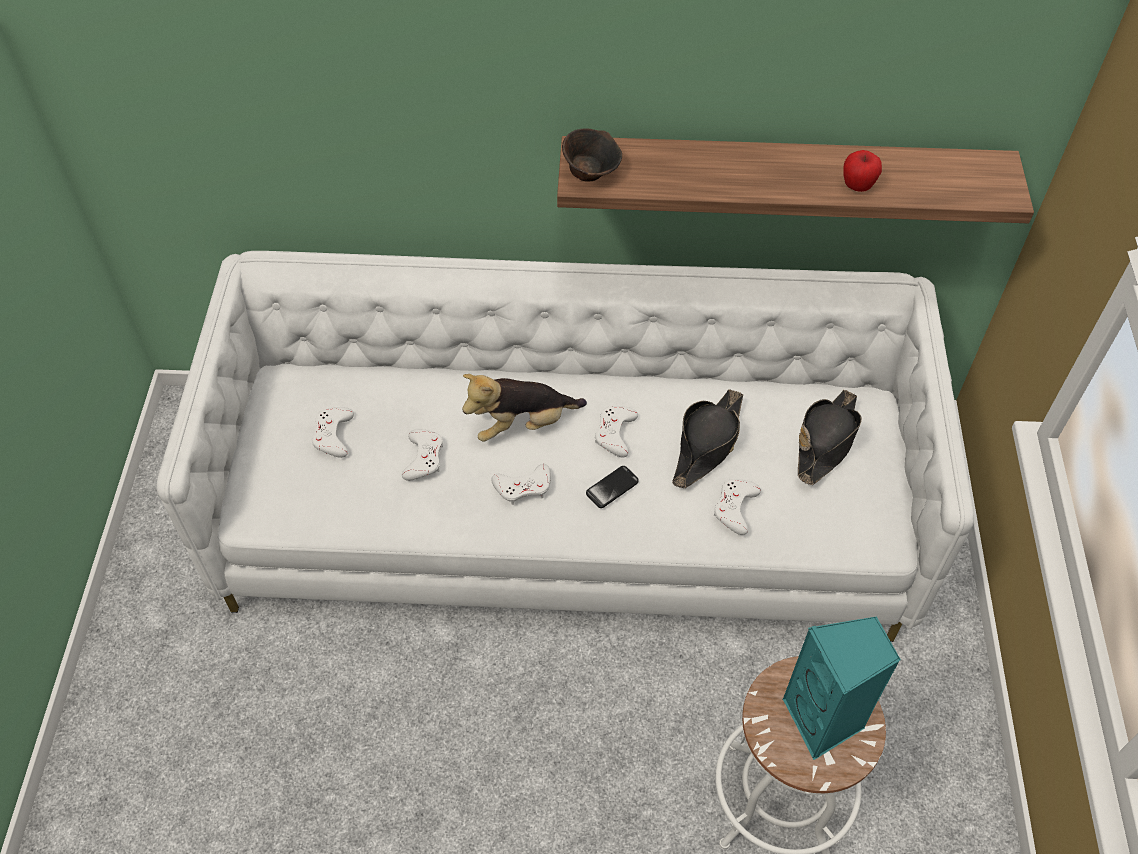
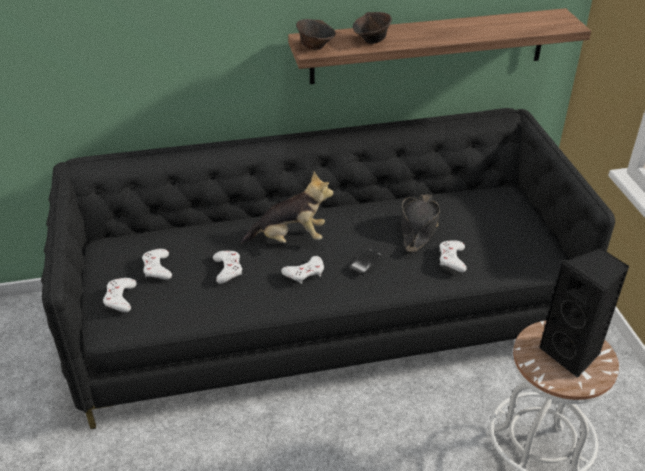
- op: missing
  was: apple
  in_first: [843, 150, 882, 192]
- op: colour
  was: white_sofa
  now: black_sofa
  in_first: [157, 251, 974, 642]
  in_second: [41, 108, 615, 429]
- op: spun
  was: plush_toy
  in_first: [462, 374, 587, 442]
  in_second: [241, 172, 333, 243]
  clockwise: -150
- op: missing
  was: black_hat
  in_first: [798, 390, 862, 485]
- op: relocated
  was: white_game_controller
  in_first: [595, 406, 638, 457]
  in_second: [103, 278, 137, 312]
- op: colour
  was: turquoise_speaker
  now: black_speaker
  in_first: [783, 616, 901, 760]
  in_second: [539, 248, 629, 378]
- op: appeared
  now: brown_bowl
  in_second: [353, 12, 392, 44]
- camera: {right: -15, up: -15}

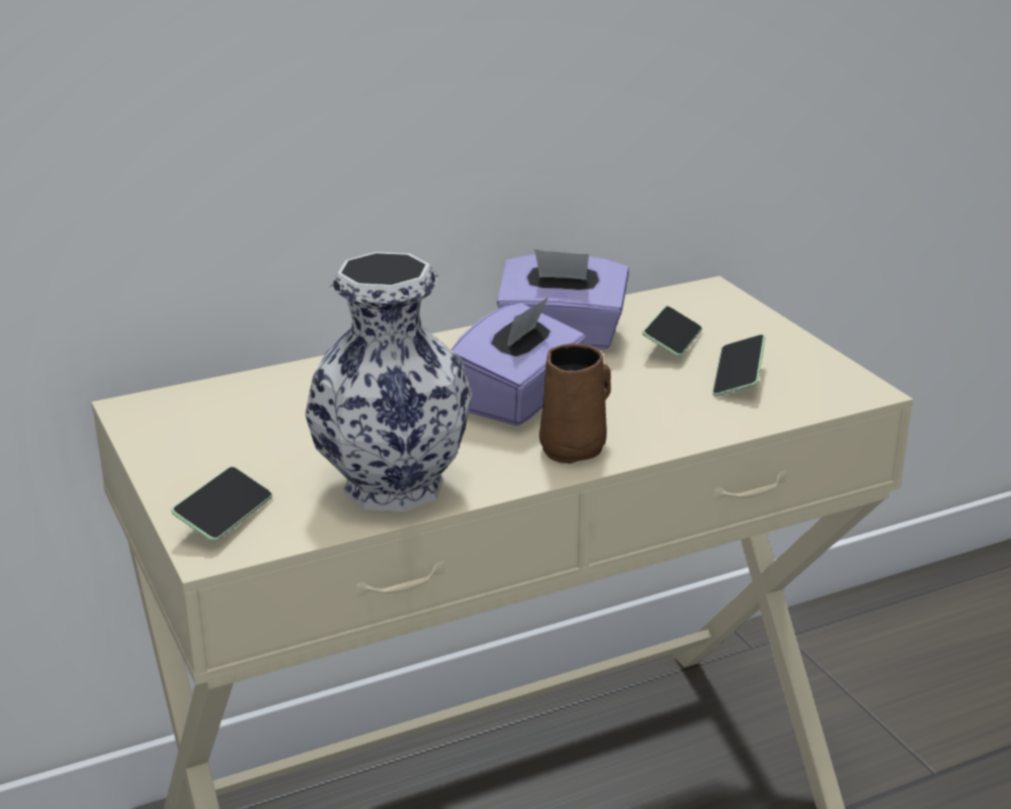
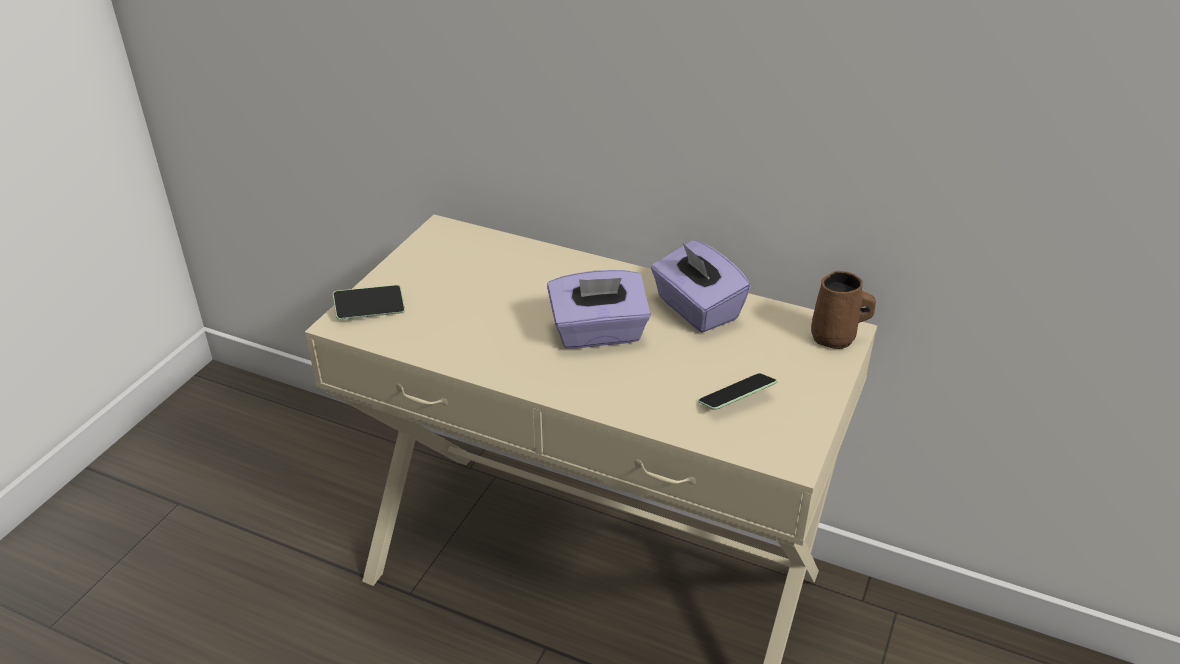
- op: missing
  was: vase
  in_first: [305, 252, 472, 512]
- op: missing
  was: phone
  in_first: [642, 306, 702, 357]
- op: relocated
  was: brown_mug
  in_first: [539, 344, 611, 463]
  in_second: [811, 271, 876, 349]
- camera: {right: 50, up: 10}

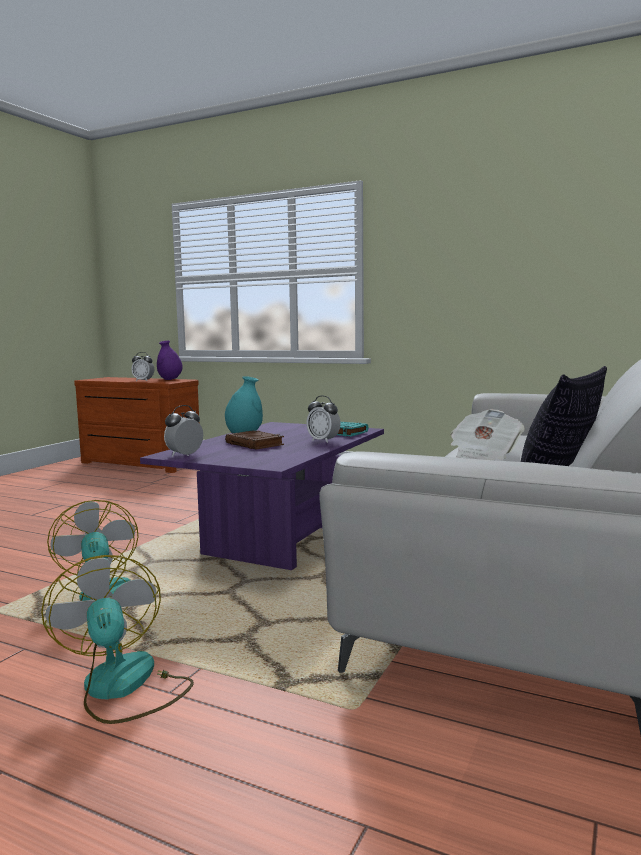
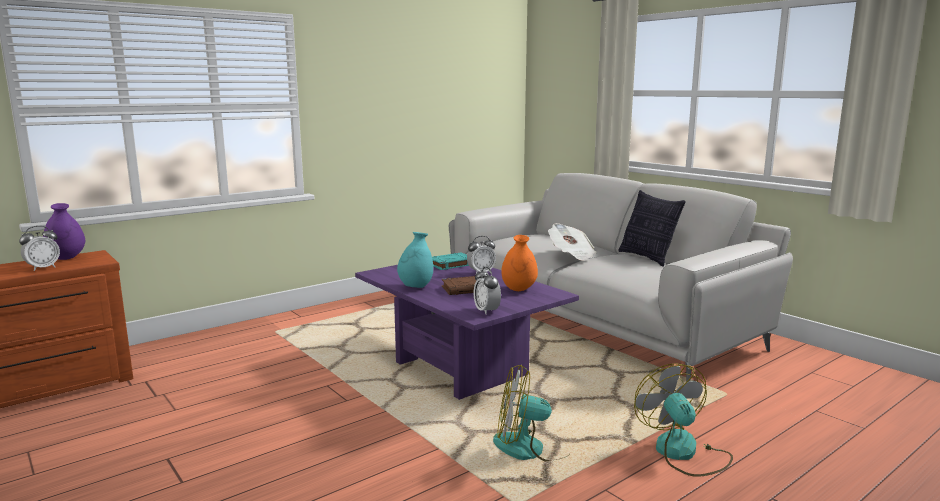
- op: spun
  was: fan
  in_first: [41, 555, 194, 724]
  in_second: [634, 363, 733, 477]
  clockwise: 75
- op: appeared
  now: orange_vase
  in_second: [501, 235, 538, 291]
- camera: {right: -65, up: 5}

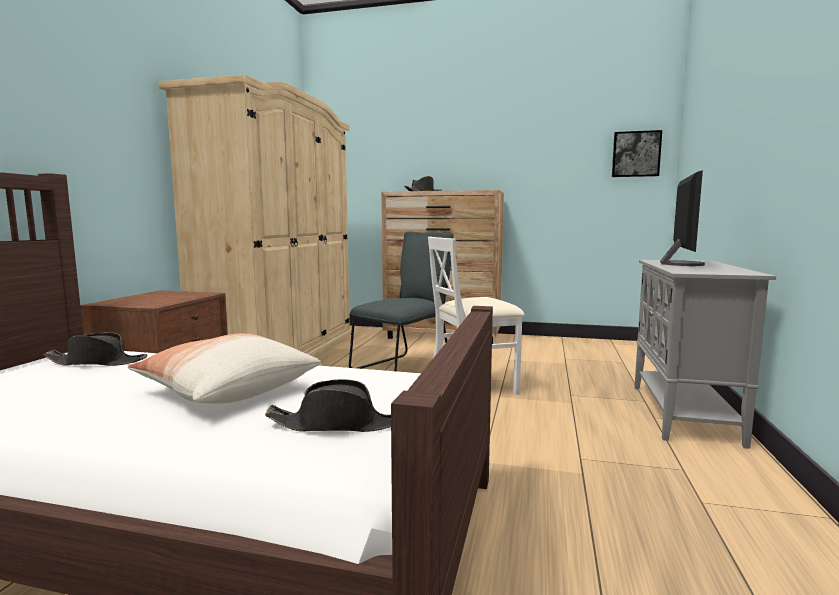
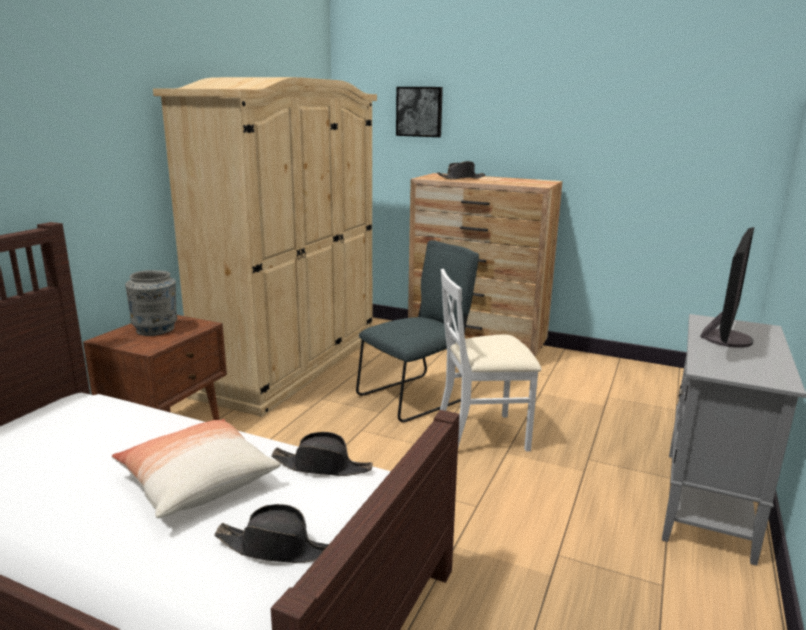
- op: relocated
  was: picture
  in_first: [612, 130, 662, 177]
  in_second: [396, 87, 443, 137]
- op: relocated
  was: black_hat
  in_first: [43, 332, 148, 366]
  in_second: [272, 432, 373, 476]
- op: appeared
  now: grey_vase
  in_second: [125, 270, 177, 336]
- camera: {right: 10, up: 10}

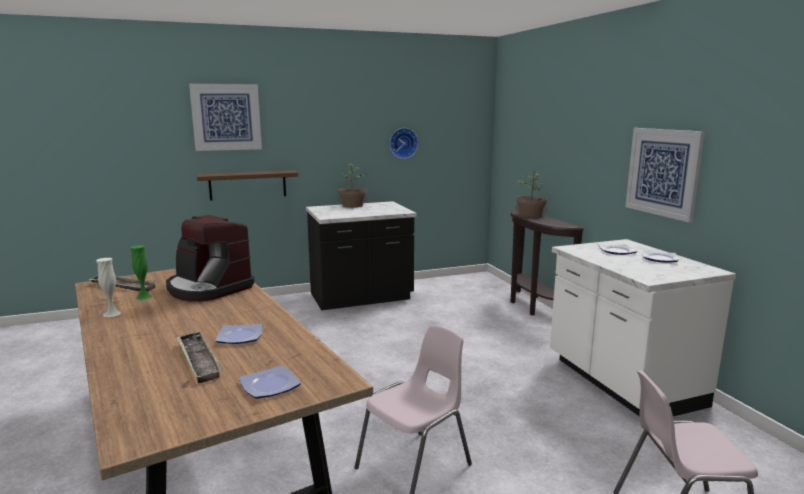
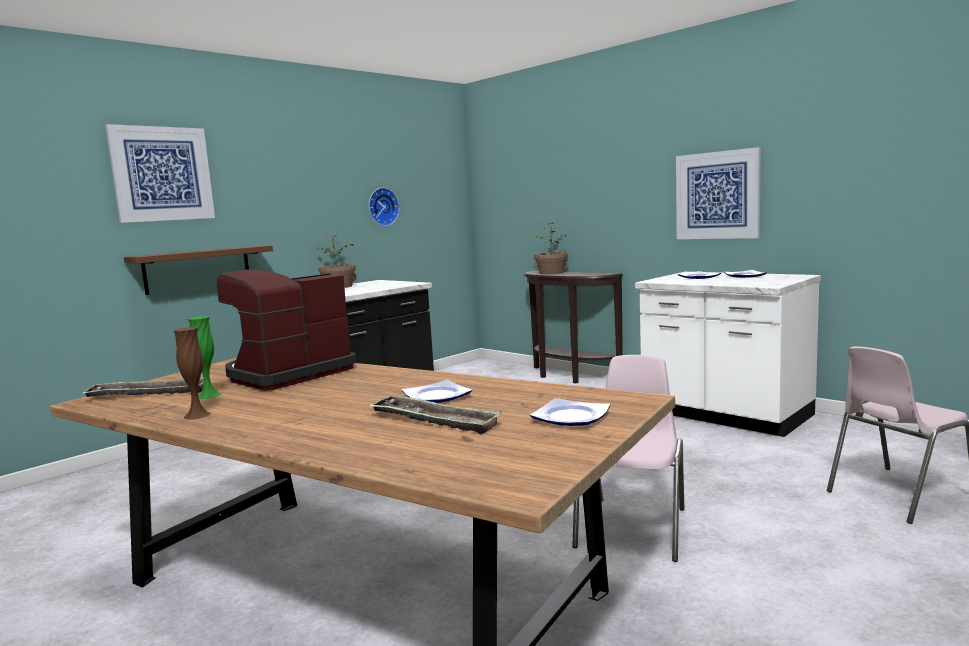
- op: spun
  was: coffee_machine
  in_first: [166, 215, 255, 302]
  in_second: [217, 269, 356, 391]
  clockwise: 120
- op: colour
  was: white_vase
  now: brown_vase
  in_first: [96, 258, 121, 317]
  in_second: [173, 327, 211, 420]
- camera: {right: -25, up: -5}

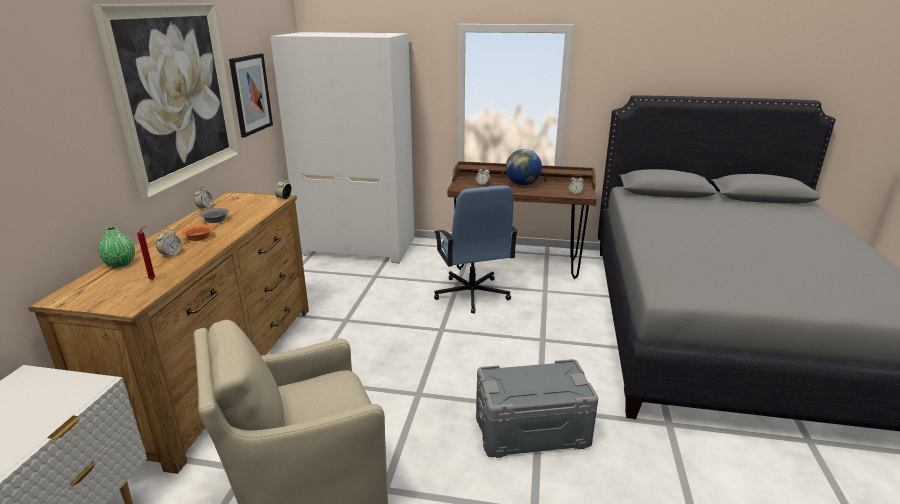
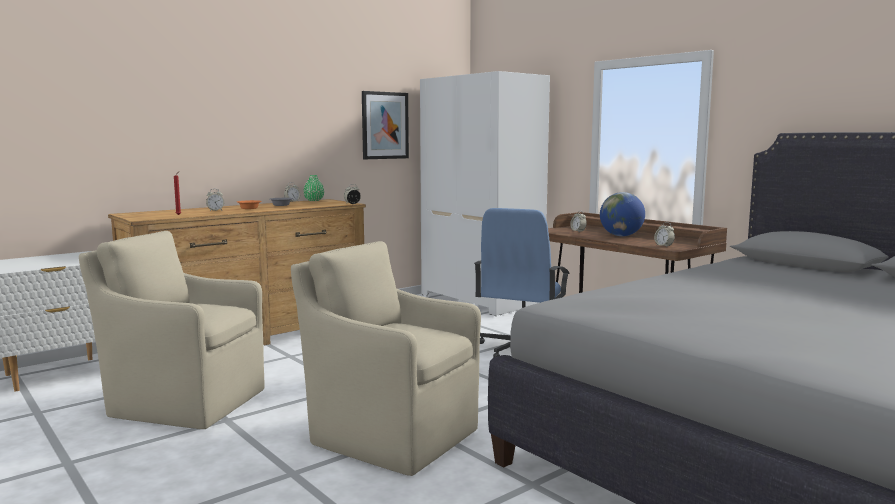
- op: missing
  was: picture
  in_first: [92, 3, 240, 200]
- op: relocated
  was: green_vase
  in_first: [99, 226, 135, 267]
  in_second: [304, 175, 324, 201]
- op: exchanged
  was: grey_storage_box
  now: beige_armchair
  in_first: [476, 359, 598, 458]
  in_second: [291, 241, 481, 476]
- camera: {right: 40, up: -15}

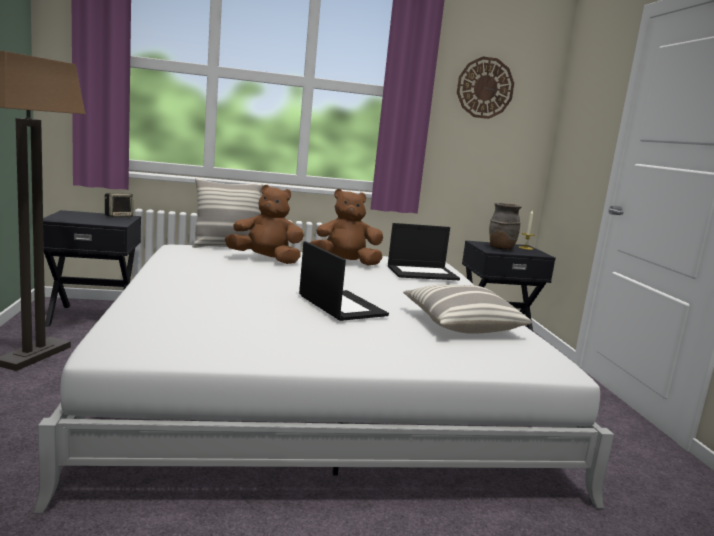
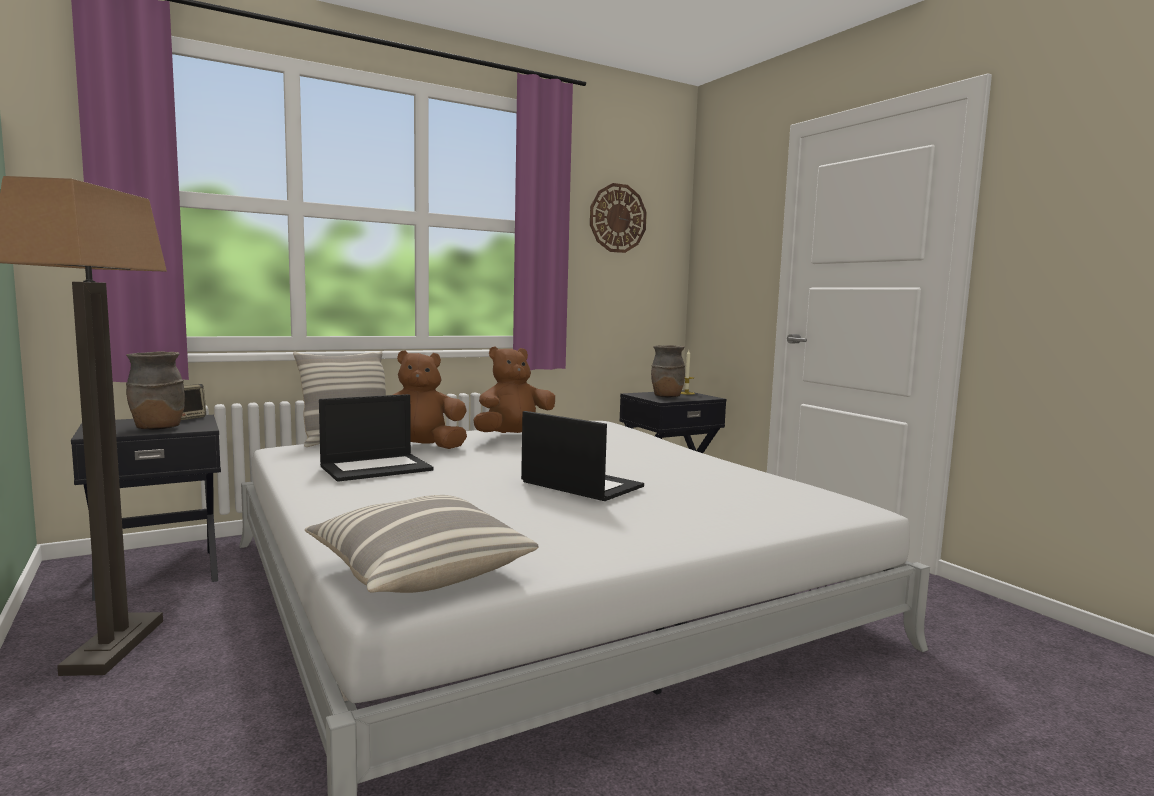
- op: relocated
  was: laptop
  in_first: [388, 223, 460, 280]
  in_second: [319, 394, 434, 482]
- op: relocated
  was: pillow
  in_first: [403, 285, 532, 334]
  in_second: [305, 495, 538, 593]
- op: appeared
  now: brown_vase
  in_second: [126, 351, 185, 430]
- camera: {right: -20, up: -5}

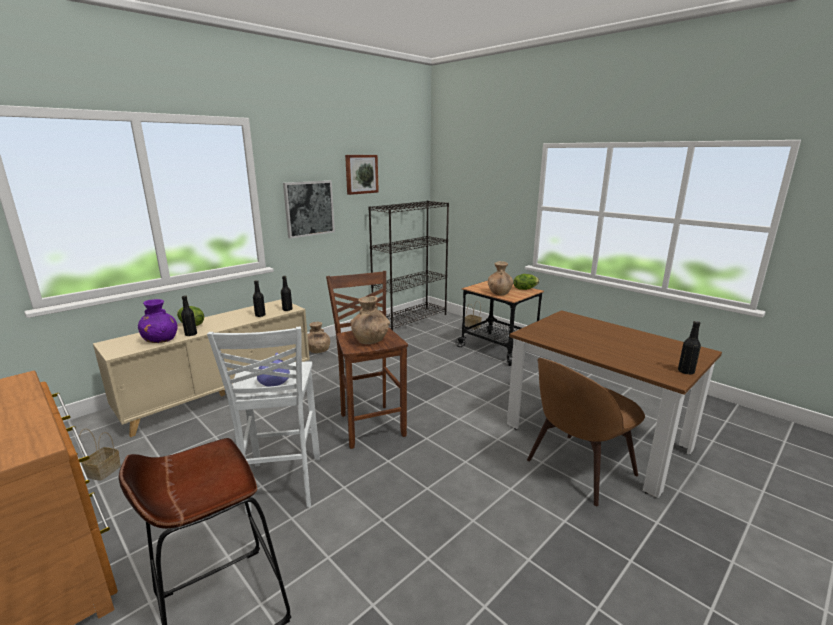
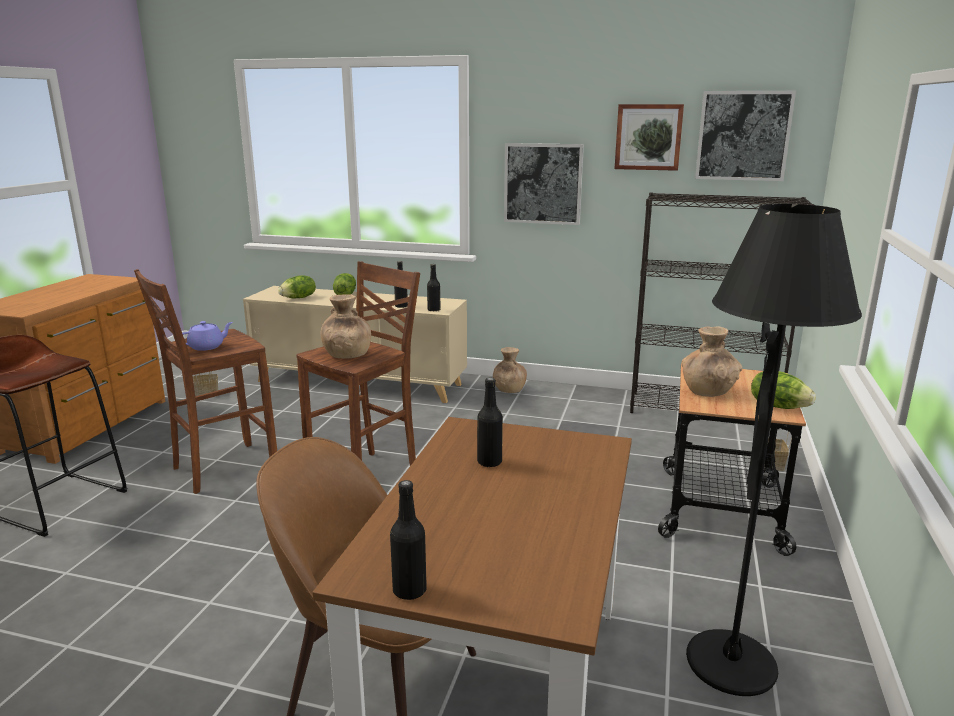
- op: relocated
  was: black_bottle
  in_first: [181, 295, 197, 336]
  in_second: [477, 377, 503, 467]
- op: exchanged
  was: purple_vase
  now: lettuce
  in_first: [138, 299, 177, 343]
  in_second: [278, 275, 316, 299]
- op: colour
  was: white_stool
  now: brown_stool
  in_first: [207, 327, 320, 514]
  in_second: [134, 269, 277, 494]
- op: appeared
  now: picture
  in_second: [695, 91, 796, 181]
- op: appeared
  now: black_floor_lamp
  in_second: [686, 204, 862, 696]
- camera: {right: 60, up: 0}

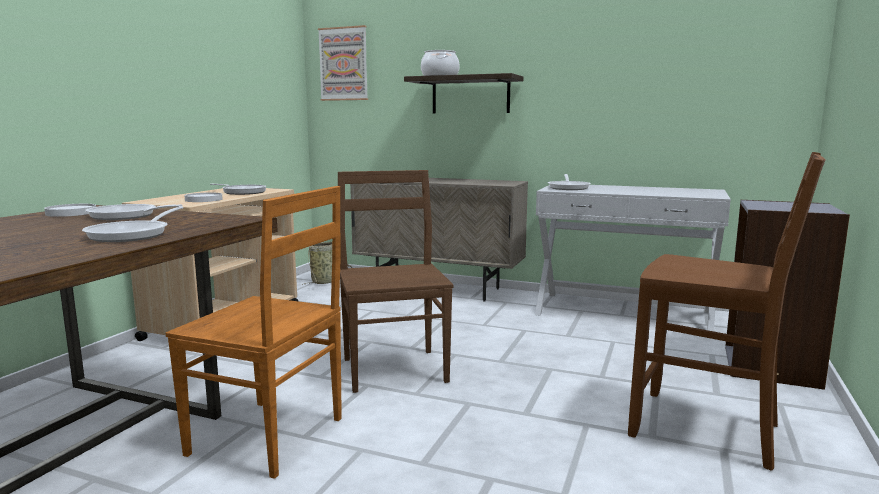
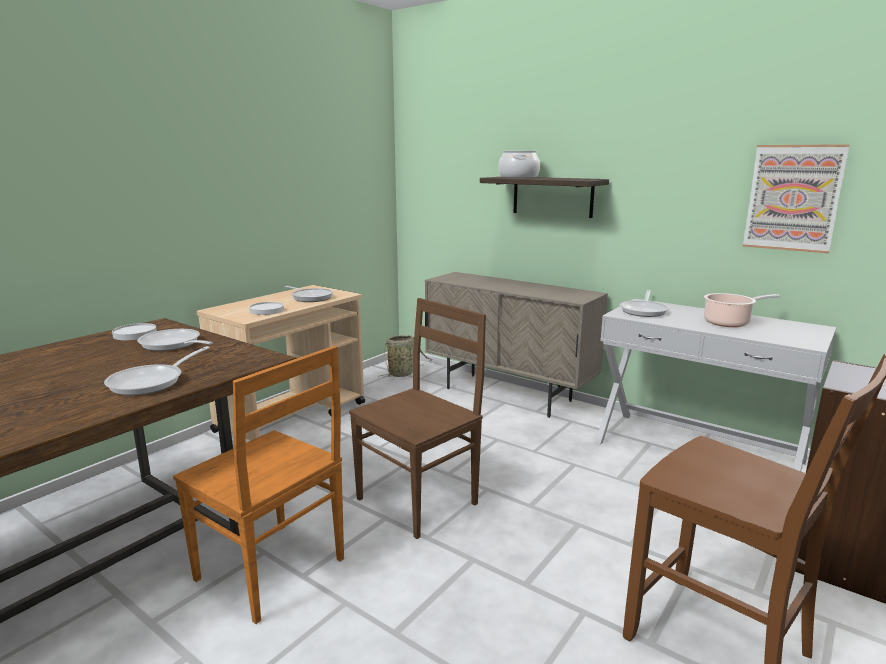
- op: relocated
  was: picture
  in_first: [318, 25, 368, 101]
  in_second: [743, 144, 850, 254]
- op: spun
  was: brown_chair
  in_first: [338, 170, 454, 393]
  in_second: [349, 298, 486, 539]
  clockwise: 45
- op: appeared
  now: cooking_pot
  in_second: [704, 293, 781, 327]
- camera: {right: 15, up: 5}

